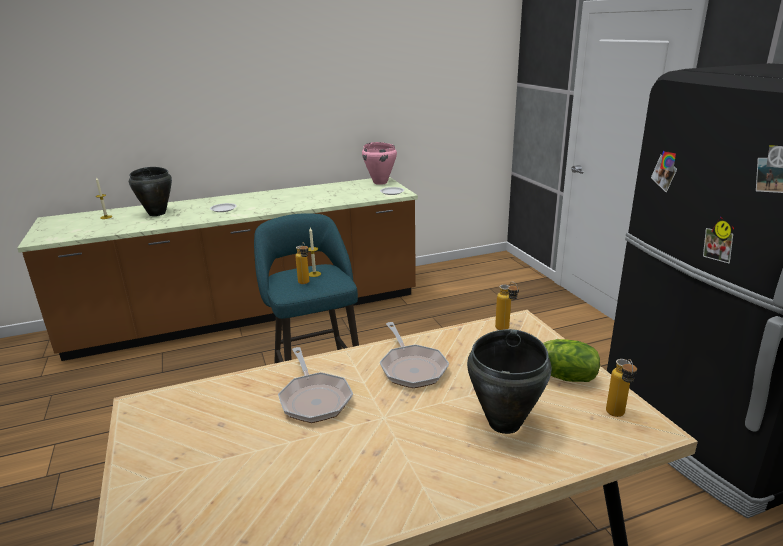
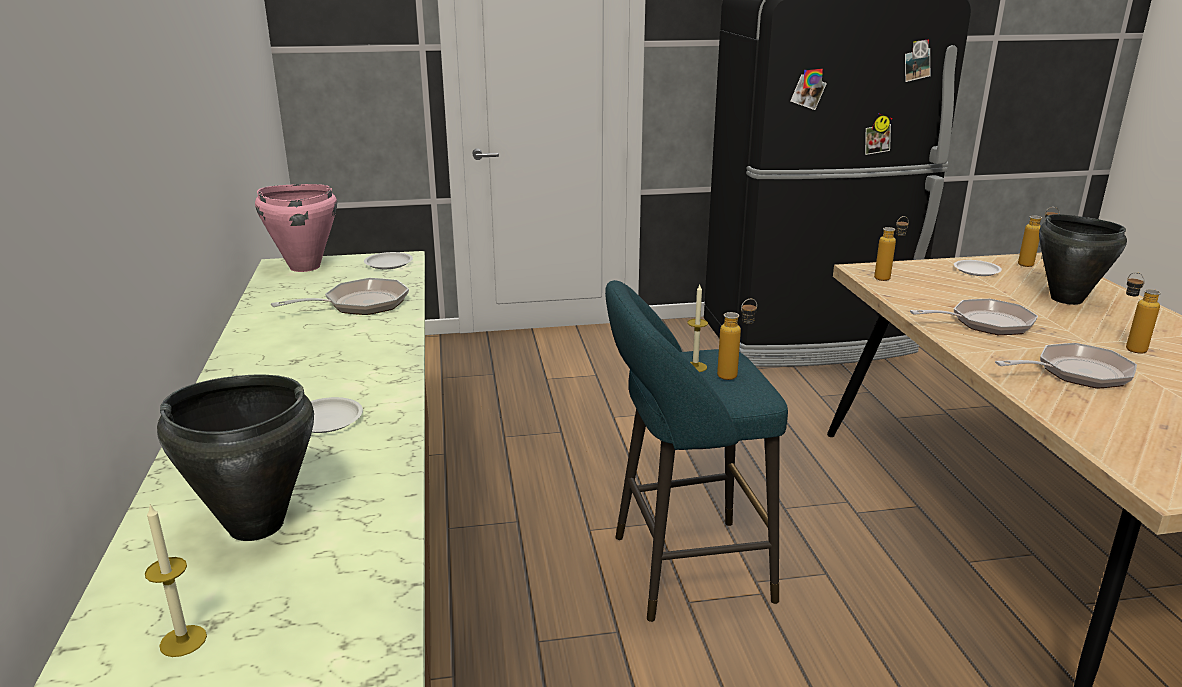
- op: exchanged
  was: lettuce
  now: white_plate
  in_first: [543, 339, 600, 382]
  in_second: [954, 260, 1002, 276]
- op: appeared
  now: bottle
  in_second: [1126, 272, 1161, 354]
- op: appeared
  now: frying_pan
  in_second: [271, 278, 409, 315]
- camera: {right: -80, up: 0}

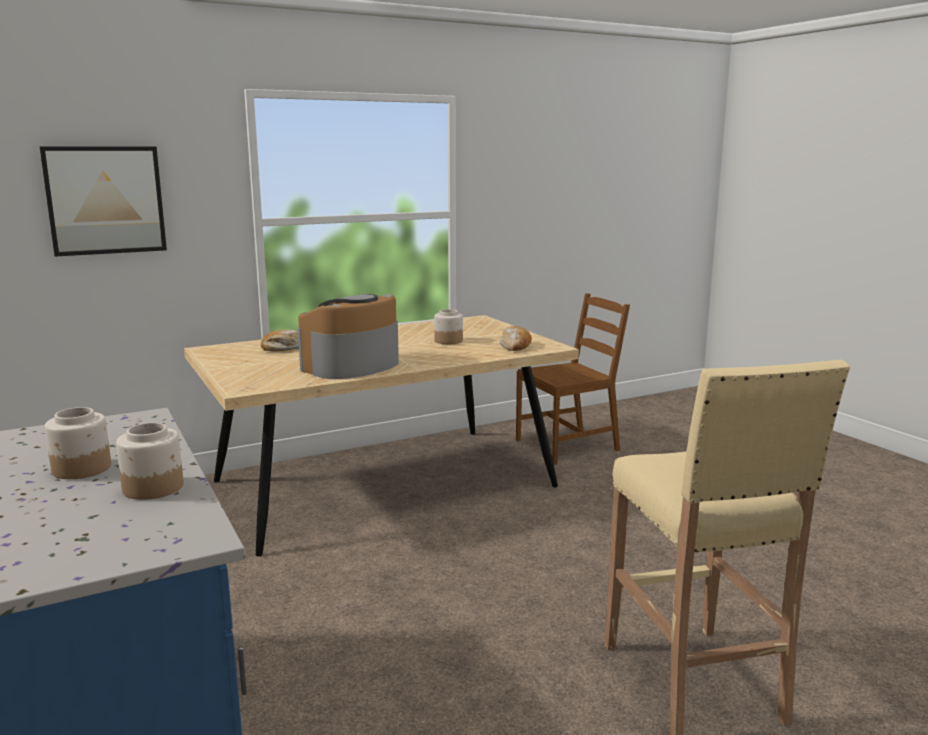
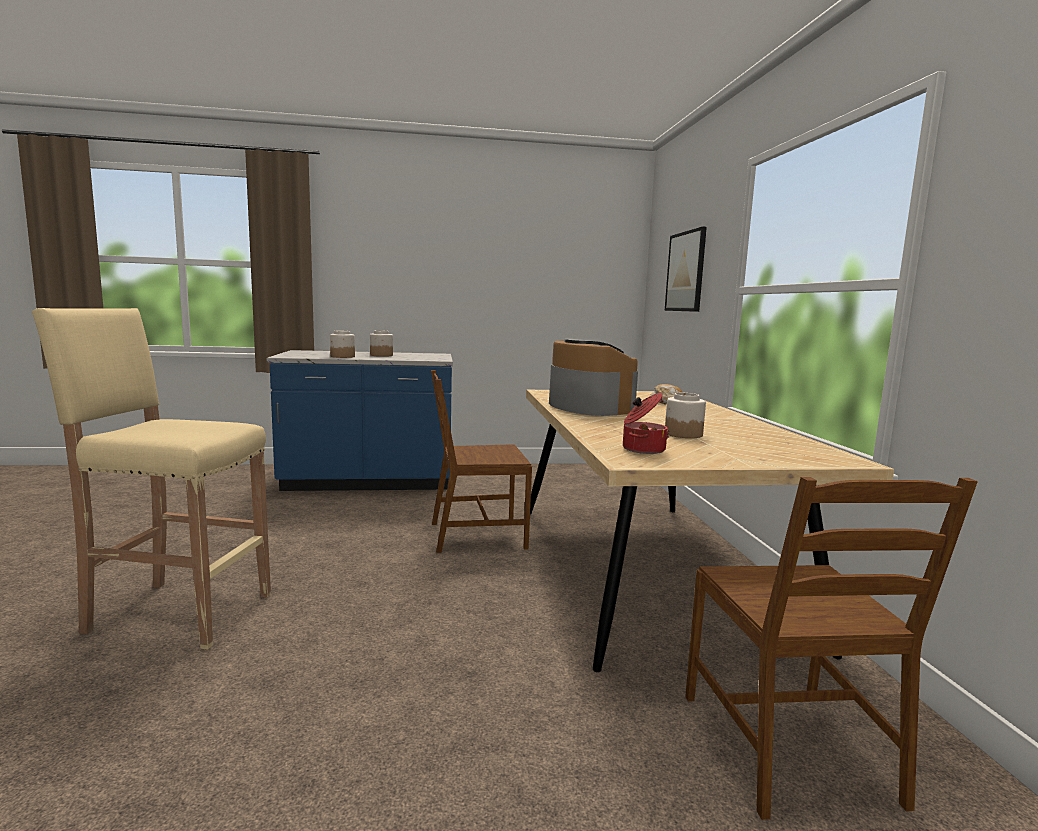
- op: exchanged
  was: bread
  now: cooking_pot
  in_first: [499, 326, 532, 351]
  in_second: [623, 393, 669, 454]
- op: appeared
  now: brown_chair
  in_second: [431, 370, 532, 553]
- camera: {right: 110, up: -5}

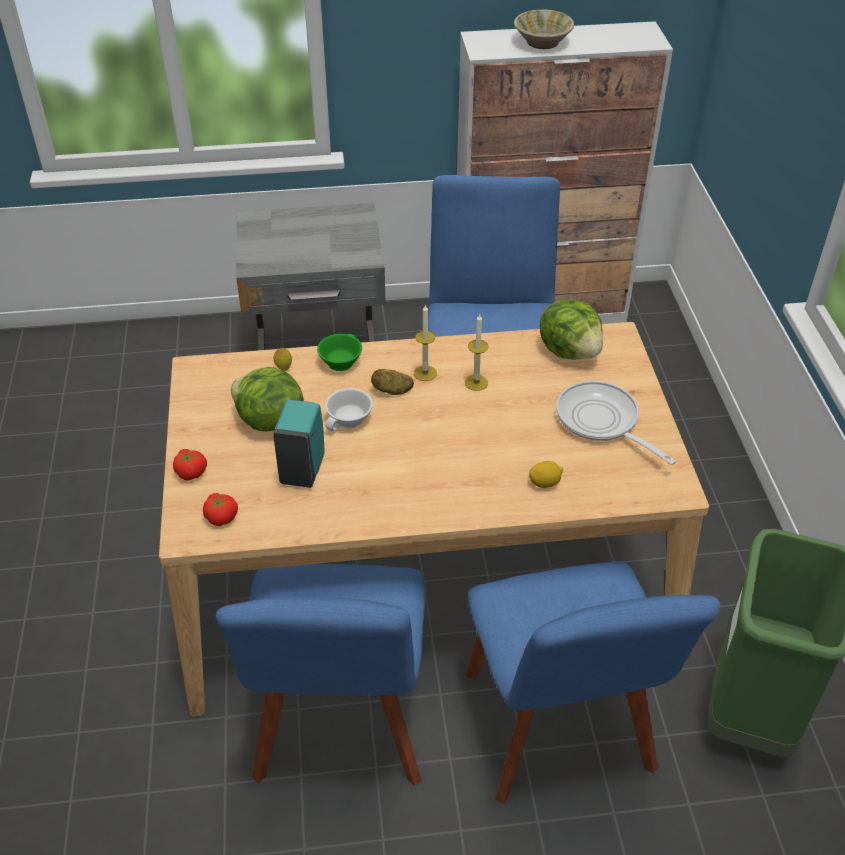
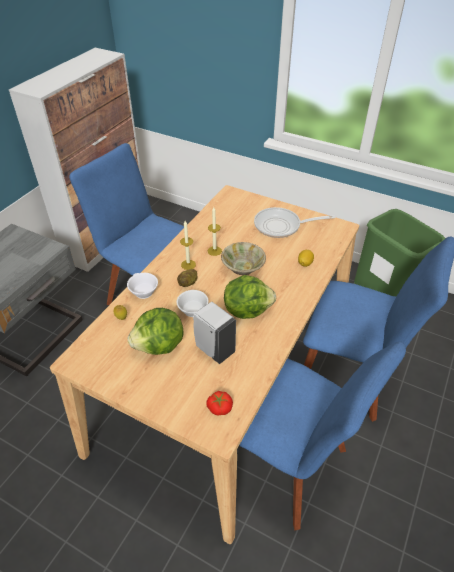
- op: relocated
  was: beige_bowl
  in_first: [514, 10, 574, 49]
  in_second: [221, 242, 266, 275]
- op: relocated
  was: lettuce
  in_first: [540, 299, 603, 359]
  in_second: [224, 275, 276, 319]
- op: colour
  was: green_cup
  now: white_cup
  in_first: [317, 334, 362, 371]
  in_second: [127, 273, 158, 299]
- op: colour
  was: turquoise_soap_dispenser
  now: white_soap_dispenser
  in_first: [273, 400, 325, 488]
  in_second: [194, 302, 236, 364]
- op: missing
  was: tomato
  in_first: [173, 449, 207, 481]
- camera: {right: -55, up: 0}

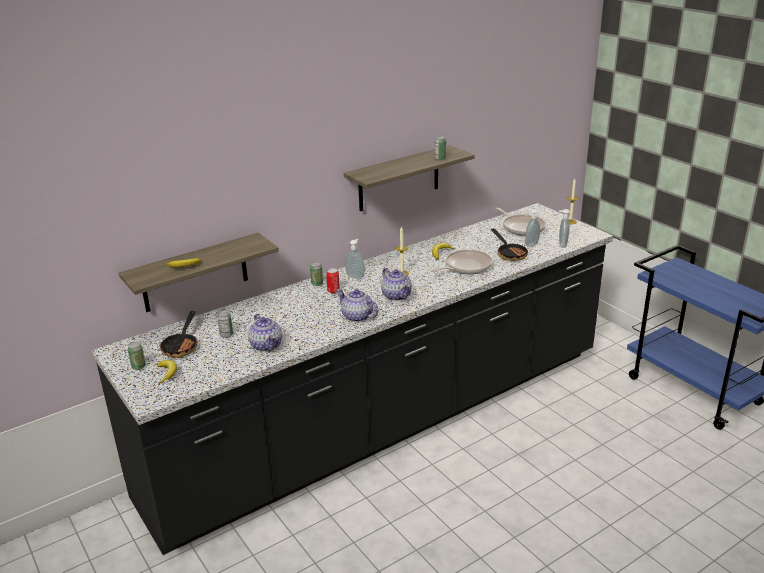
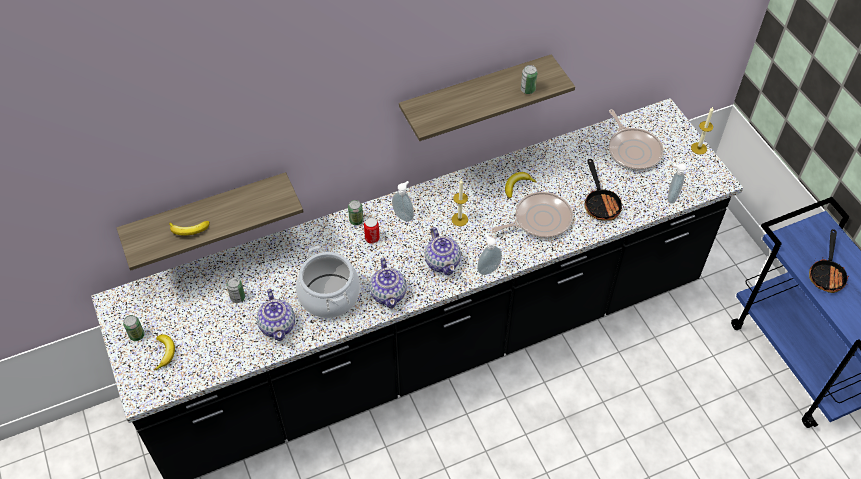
- op: relocated
  was: soap_dispenser
  in_first: [525, 209, 540, 247]
  in_second: [477, 234, 502, 275]
- op: spun
  was: teapot
  in_first: [337, 289, 379, 322]
  in_second: [369, 258, 406, 309]
  clockwise: -150
- op: relocated
  was: frying_pan
  in_first: [159, 311, 198, 358]
  in_second: [809, 229, 849, 293]
- op: appeared
  now: cooking_pot
  in_second: [296, 246, 360, 318]
- camera: {right: 10, up: 25}

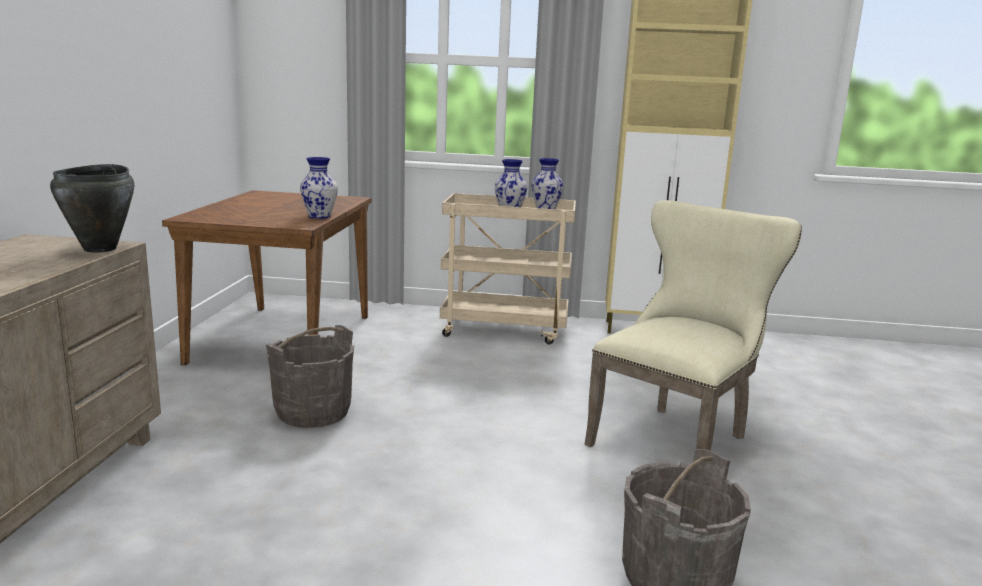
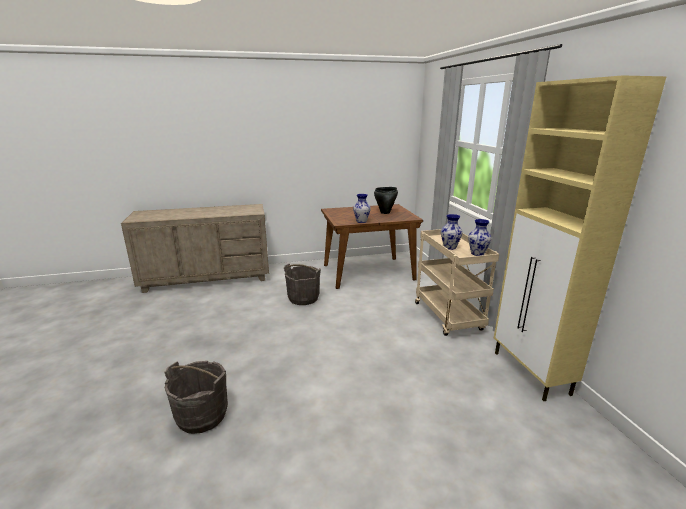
- op: relocated
  was: black_cooking_pot
  in_first: [50, 164, 134, 252]
  in_second: [374, 187, 398, 214]
- op: missing
  was: beige_chair
  in_first: [585, 200, 802, 451]
- camera: {right: 70, up: 5}

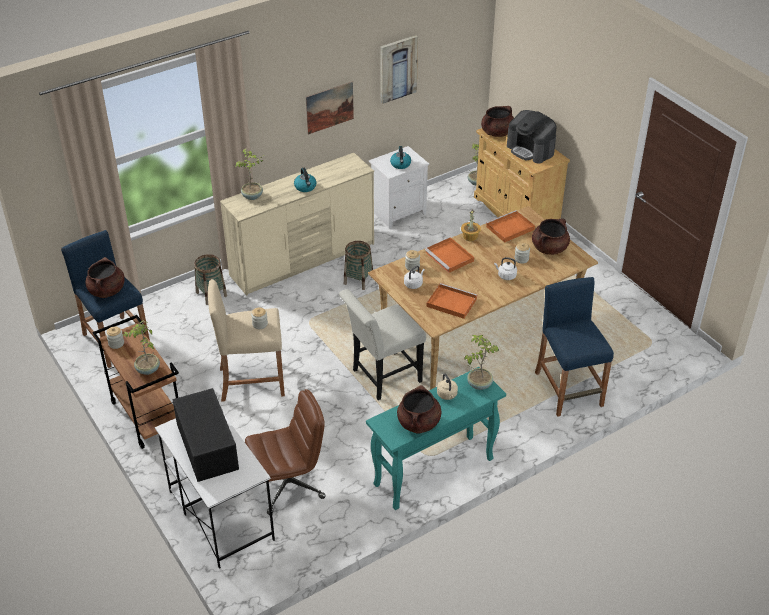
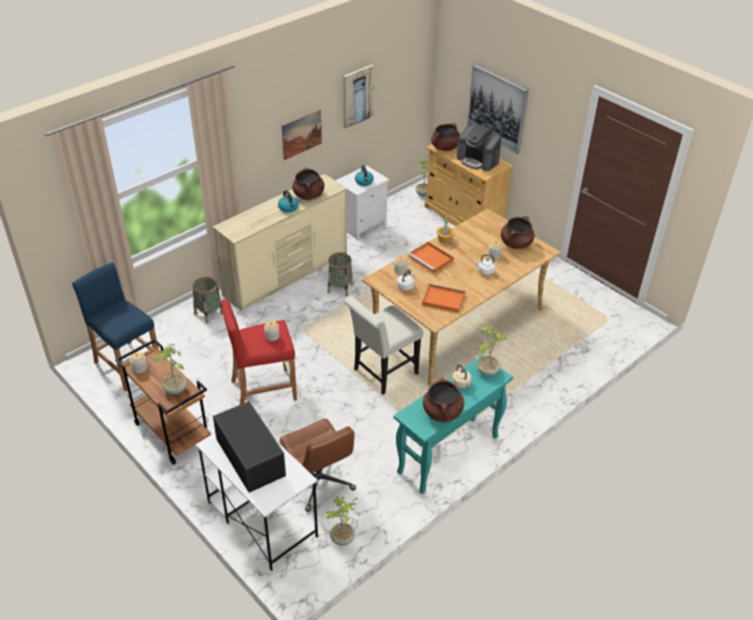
- op: relocated
  was: potted_plant
  in_first: [235, 148, 264, 200]
  in_second: [327, 496, 358, 545]
- op: missing
  was: orange_tray
  in_first: [486, 210, 535, 243]
- op: relocated
  was: brown_cooking_pot
  in_first: [85, 257, 125, 298]
  in_second: [292, 167, 324, 200]
- op: missing
  was: blue_stool
  in_first: [535, 277, 614, 417]
- op: colour
  was: beige_stool
  now: red_stool
  in_first: [208, 279, 285, 402]
  in_second: [222, 299, 297, 405]
- op: spun
  was: brown_office_chair
  in_first: [245, 389, 326, 515]
  in_second: [279, 418, 356, 512]
  clockwise: 90
- op: appeared
  now: picture
  in_second: [467, 65, 528, 154]
- camera: {right: -10, up: 0}

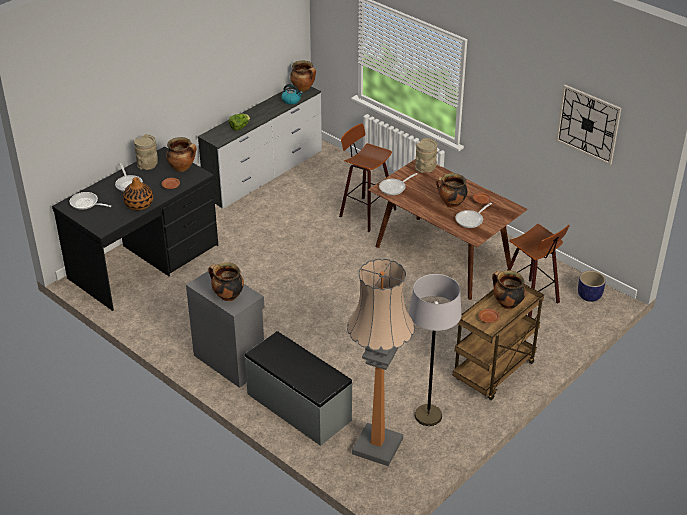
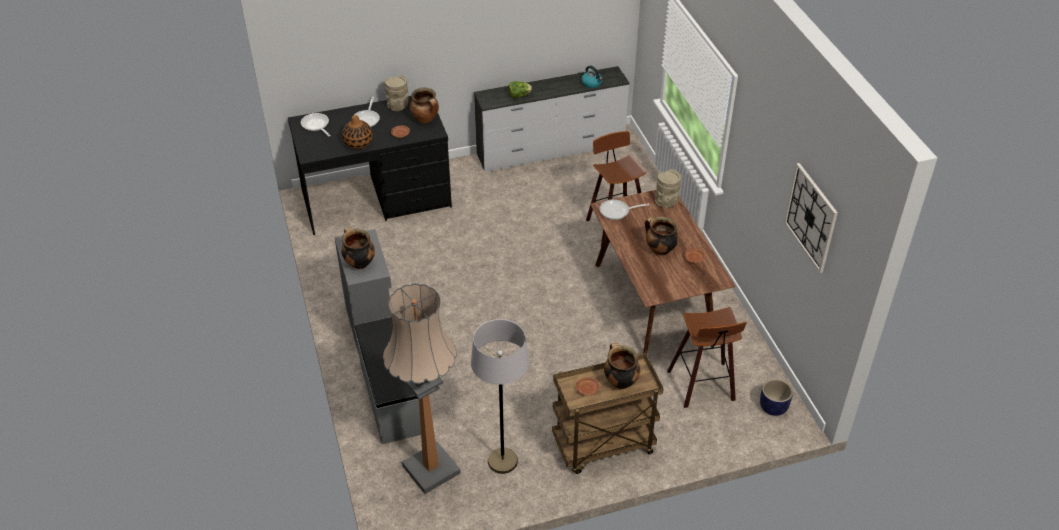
- op: missing
  was: cooking_pot
  in_first: [290, 61, 316, 92]
- op: missing
  was: frying_pan
  in_first: [455, 203, 492, 228]
- camera: {right: 30, up: 5}

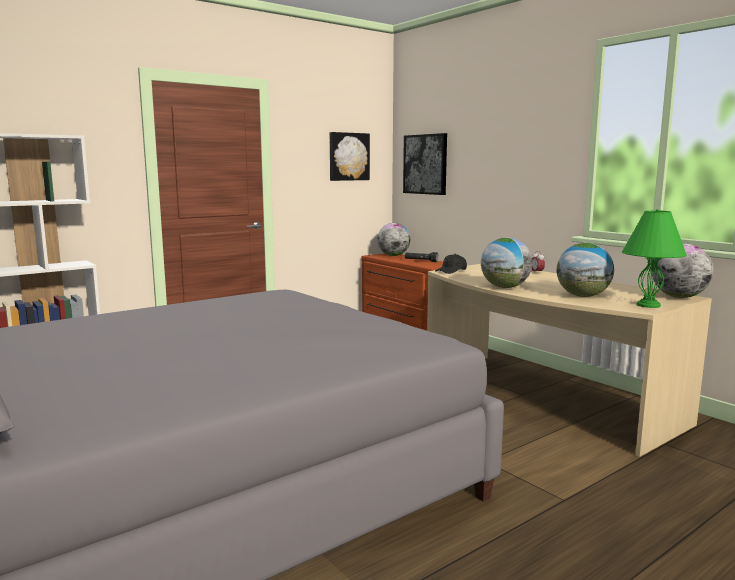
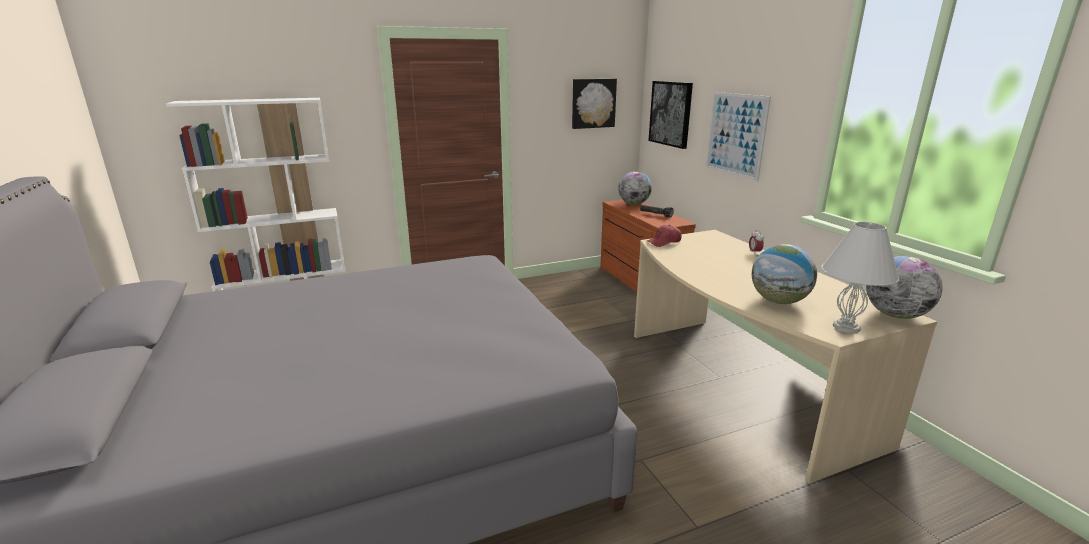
- op: colour
  was: green_table_lamp
  now: white_table_lamp
  in_first: [622, 209, 687, 308]
  in_second: [821, 222, 899, 333]
- op: missing
  was: globe
  in_first: [481, 238, 532, 288]
- op: colour
  was: black_cap
  now: red_cap
  in_first: [435, 254, 467, 274]
  in_second: [647, 225, 682, 247]
- op: appeared
  now: picture
  in_second: [706, 92, 771, 181]
- camera: {right: 15, up: 10}

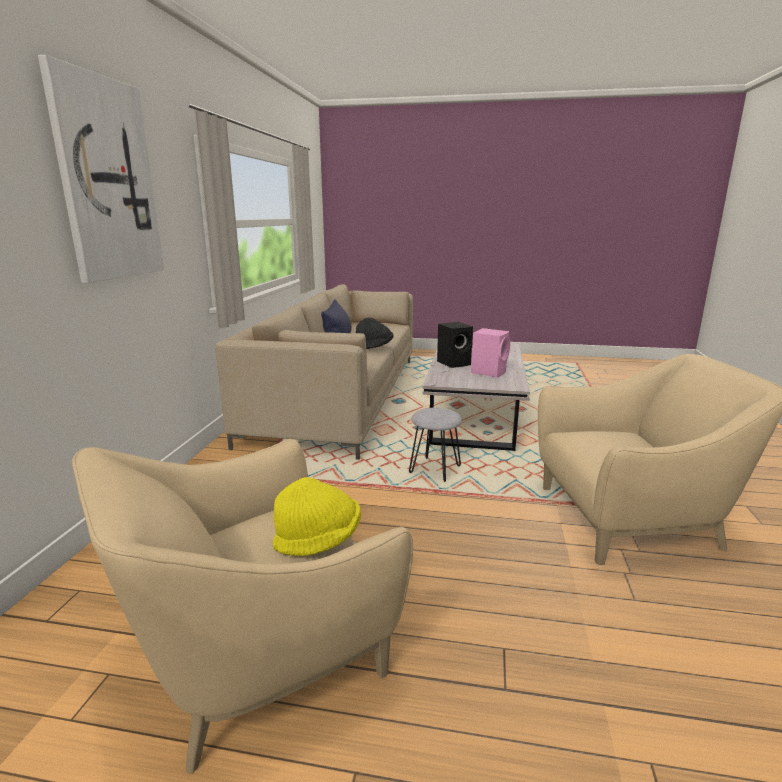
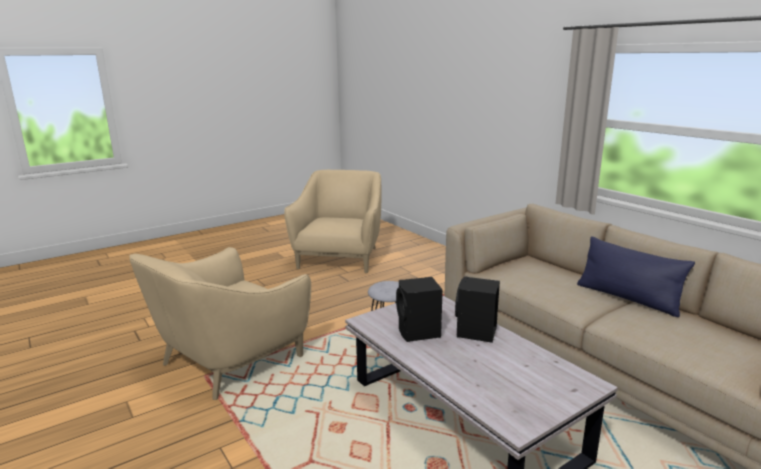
- op: missing
  was: picture
  in_first: [38, 55, 164, 283]
- op: missing
  was: black_hat
  in_first: [356, 317, 393, 349]
- op: colour
  was: pink_speaker
  now: black_speaker
  in_first: [471, 328, 510, 377]
  in_second: [396, 277, 443, 342]
- op: missing
  was: yellow_hat
  in_first: [273, 477, 361, 556]
- camera: {right: 135, up: 0}

